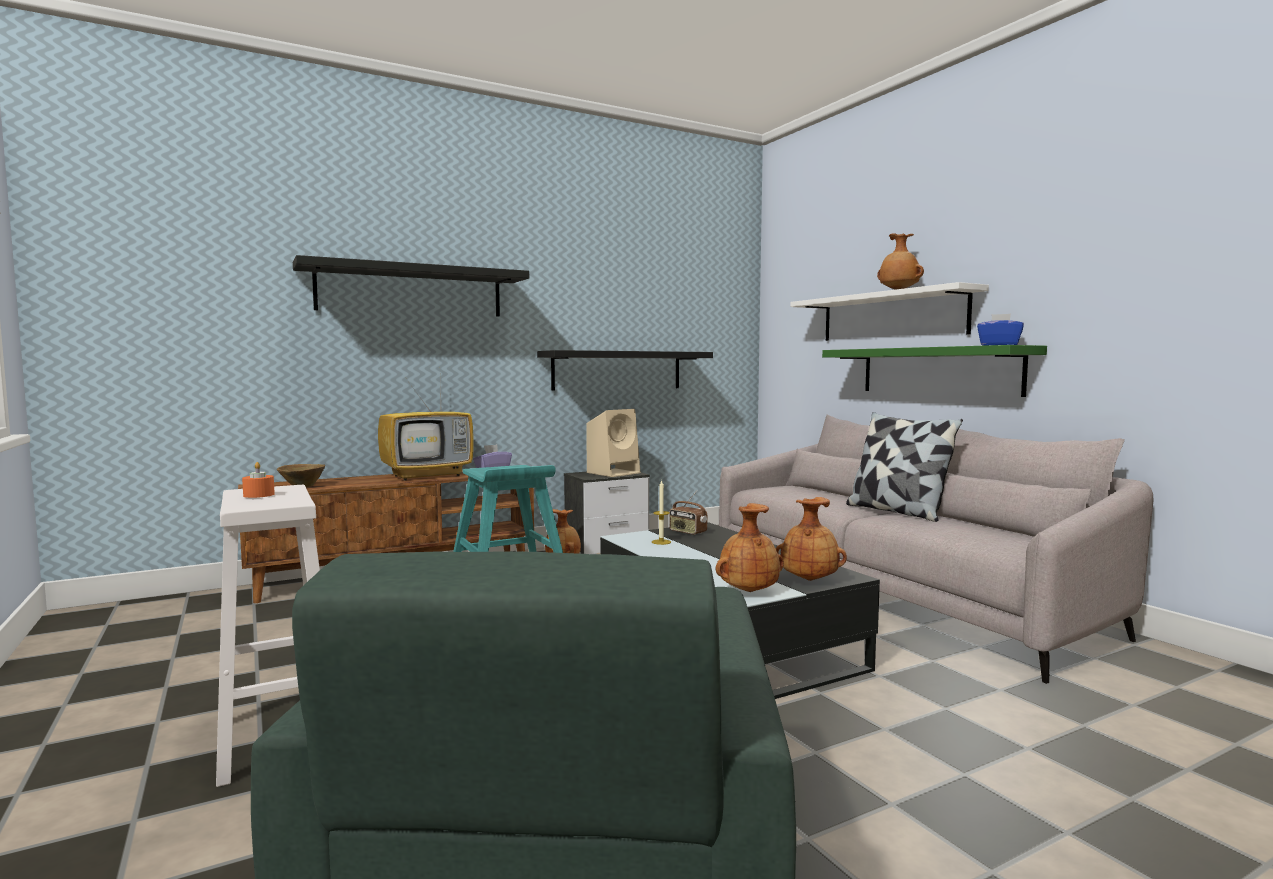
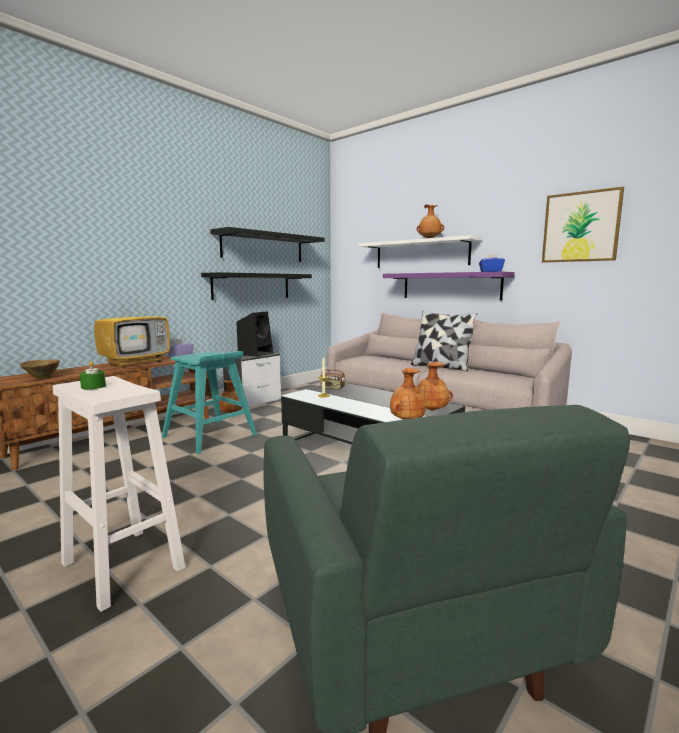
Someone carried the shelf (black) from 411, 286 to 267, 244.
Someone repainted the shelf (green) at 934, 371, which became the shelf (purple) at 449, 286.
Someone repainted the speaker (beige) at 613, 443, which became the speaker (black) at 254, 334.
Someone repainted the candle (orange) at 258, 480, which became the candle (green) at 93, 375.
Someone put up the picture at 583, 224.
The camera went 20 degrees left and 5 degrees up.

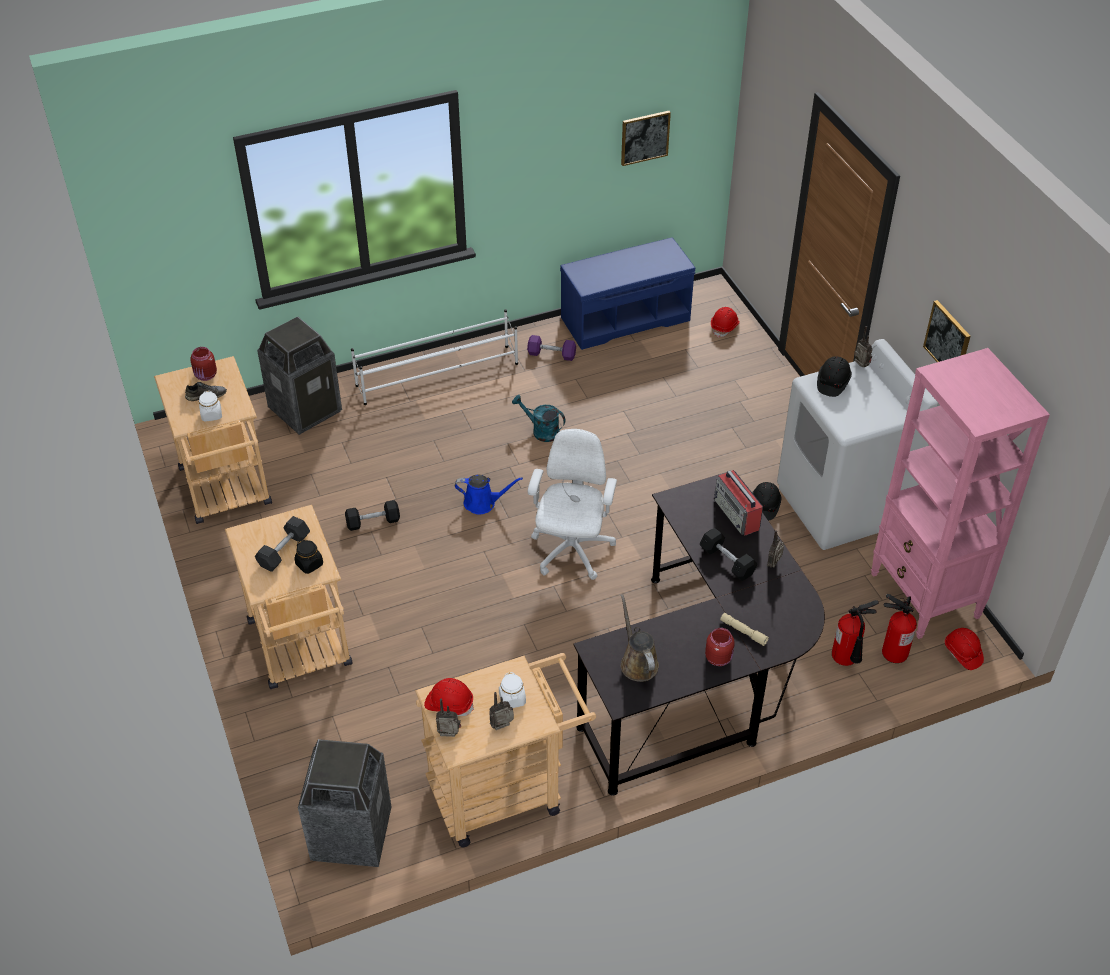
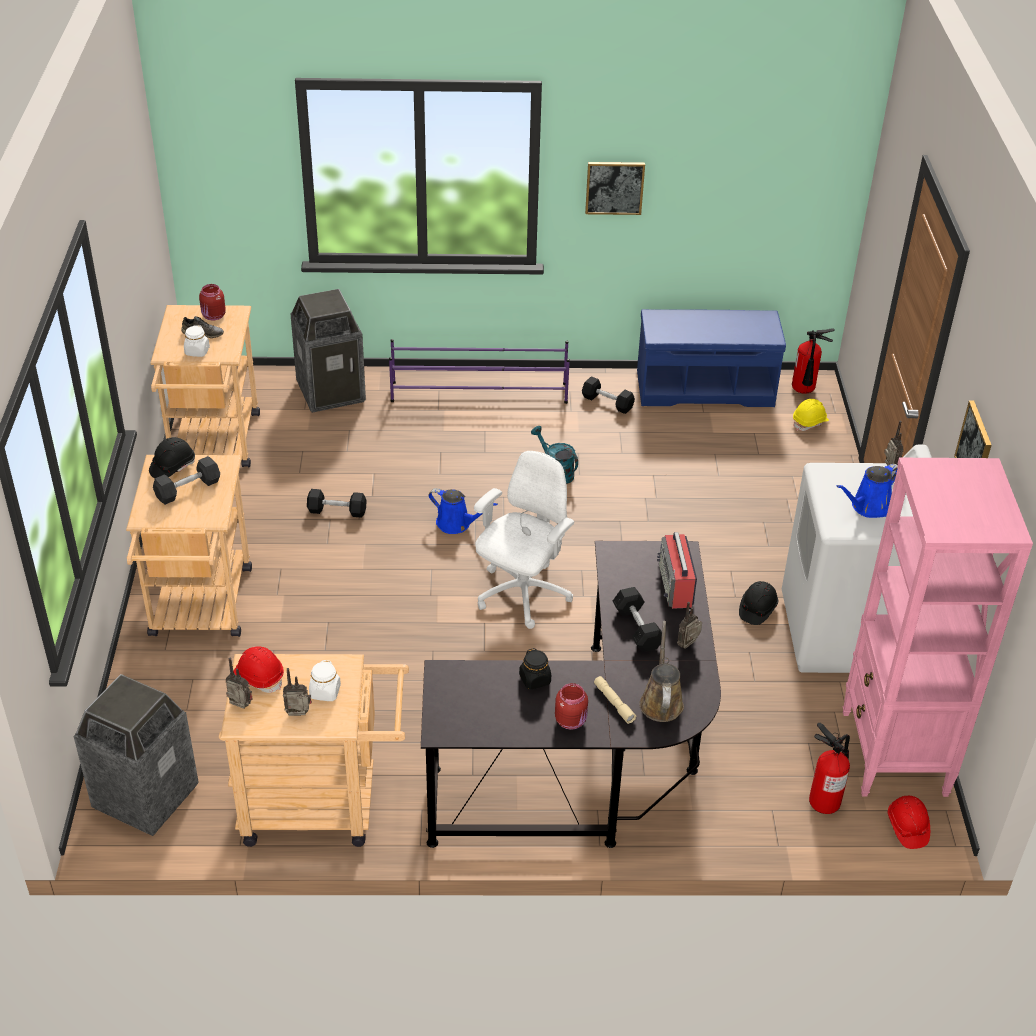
Someone carried the picture from 646, 138 to 615, 188.
Someone repainted the hard hat (red) at 725, 322, which became the hard hat (yellow) at 811, 415.
Someone repainted the shoe rack (white) at 434, 357, which became the shoe rack (purple) at 479, 371.
Someone repainted the dumbbell (purple) at 551, 348, which became the dumbbell (black) at 608, 395.
Someone carried the hard hat (black) from 834, 377 to 172, 458.
Someone carried the jar (black) from 309, 557 to 535, 668.
Someone carried the watering can (brown) from 640, 638 to 661, 671.
Someone carried the fire extinguisher from 855, 633 to 813, 361.
Someone put down the watering can (blue) at 867, 491.
The camera went 20 degrees right and 5 degrees down.

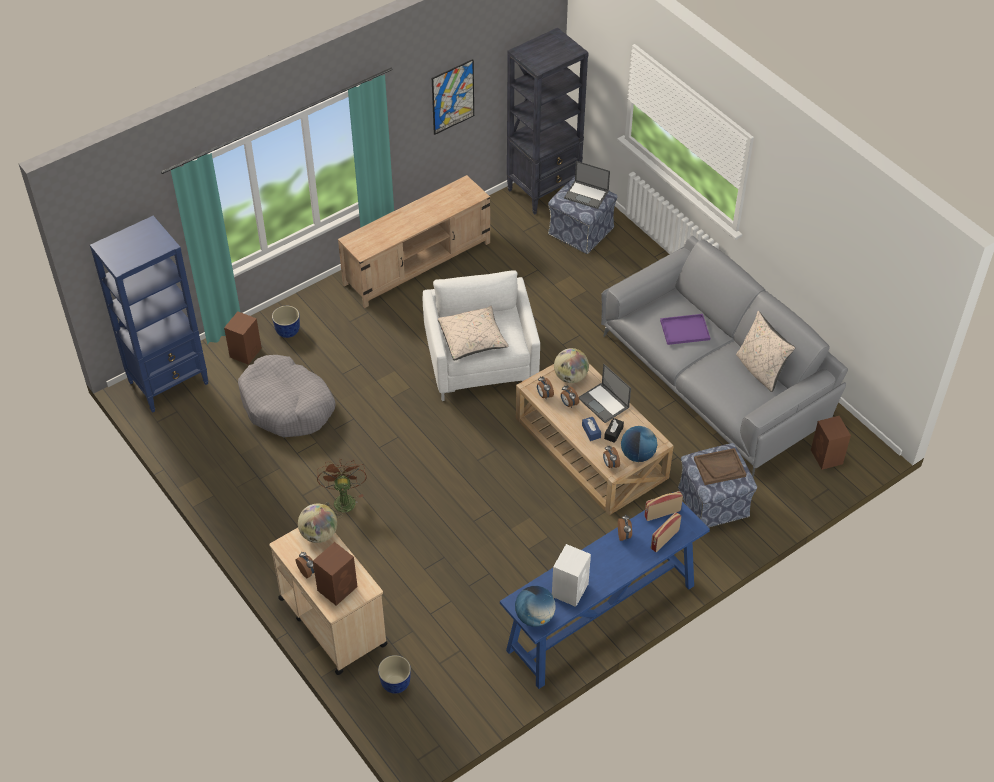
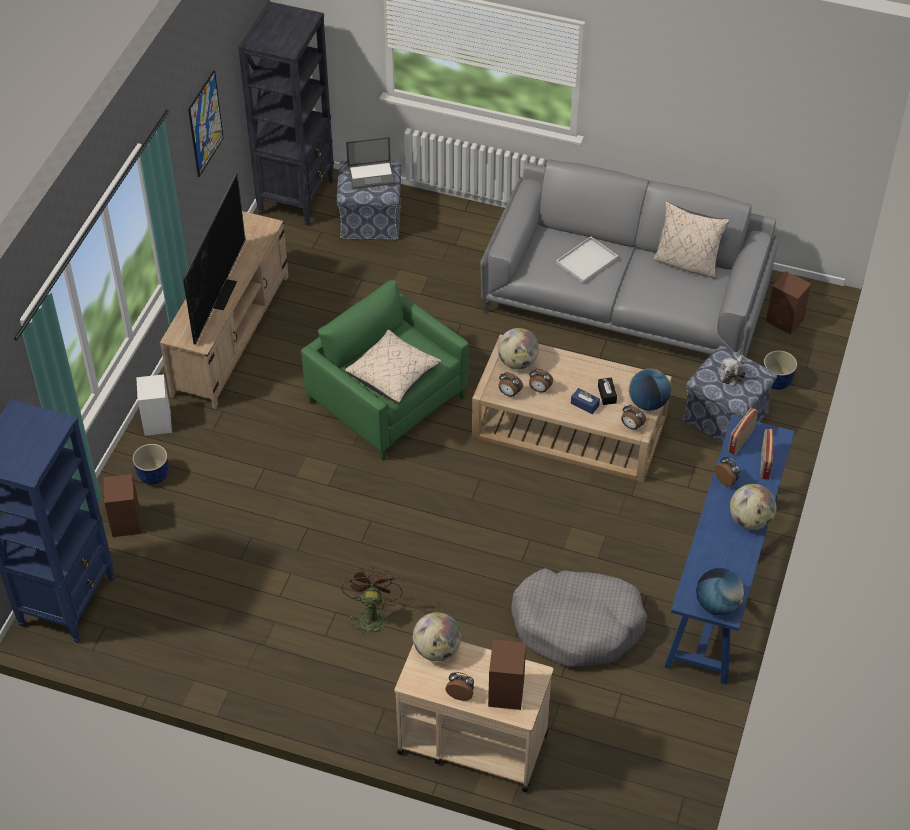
Someone repainted the armchair (white) at 481, 335, which became the armchair (green) at 384, 370.
Someone repainted the tray (purple) at 685, 329, which became the tray (white) at 587, 260.
Someone carried the dog bed (grey) from 286, 396 to 579, 617.
Someone took away the laptop at 605, 393.
Someone swapped the tray (brown) at 720, 466 for the plush toy at 732, 370.
Someone rotated the fan (brown) at 342, 488 by 45 degrees clockwise.
Someone carried the speaker (white) from 571, 575 to 154, 405.
Someone carried the planter from 394, 674 to 780, 370.
Someone put down the television at 214, 259.
Someone put down the globe at 753, 507.
The camera went 35 degrees left and 0 degrees up.

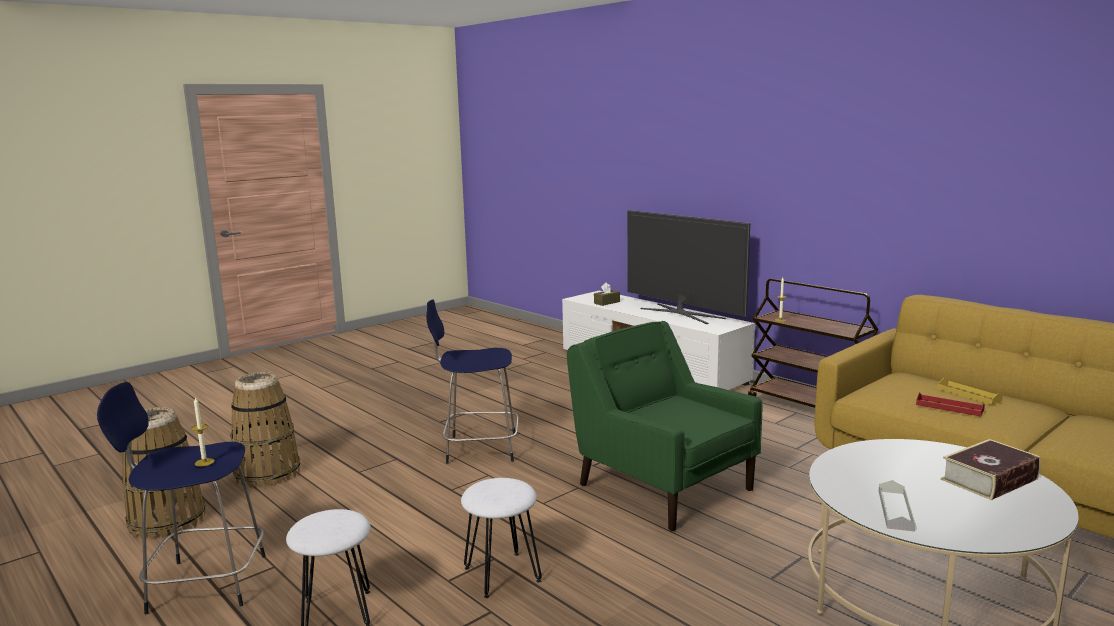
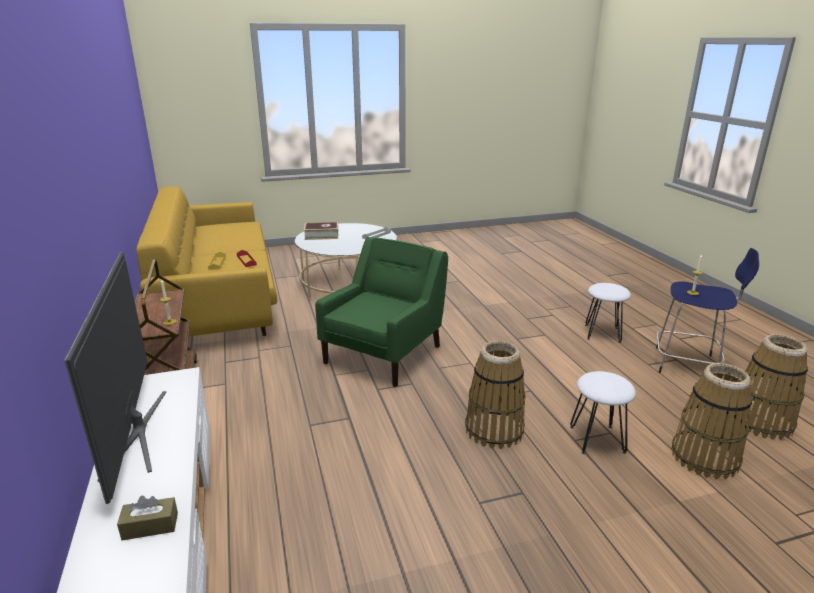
Someone swapped the stool (blue) at 472, 381 for the basket at 495, 395.
Someone rotated the armchair (green) at 664, 426 by 135 degrees counterclockwise.
Someone carried the stool (white) from 501, 538 to 603, 412.
The camera went 155 degrees left and 10 degrees up.

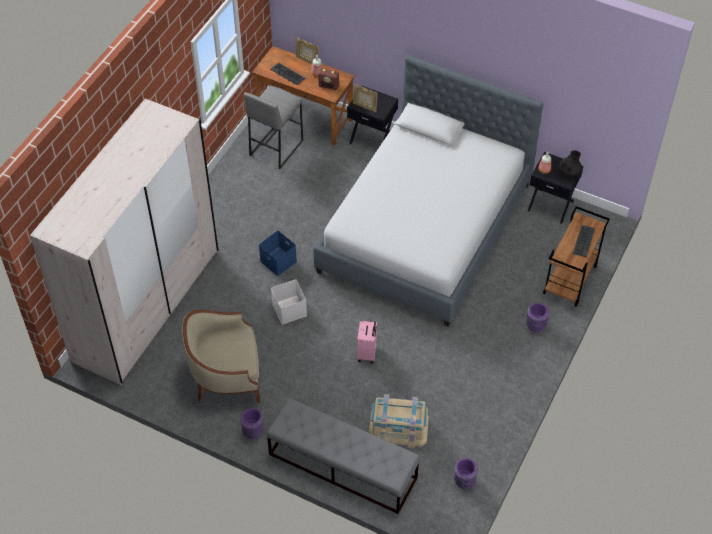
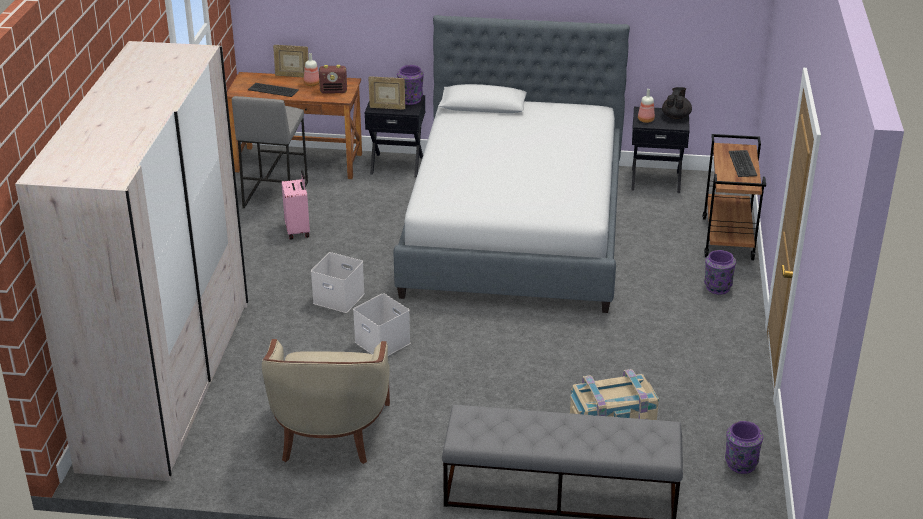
Someone repainted the storage box (blue) at 278, 253, which became the storage box (white) at 338, 282.
Someone rotated the armchair (beige) at 221, 356 by 60 degrees counterclockwise.
Someone carried the suitcase (pink) from 367, 342 to 296, 205.
Someone carried the vase (purple) from 251, 423 to 410, 85.
The camera went 20 degrees left and 20 degrees down.

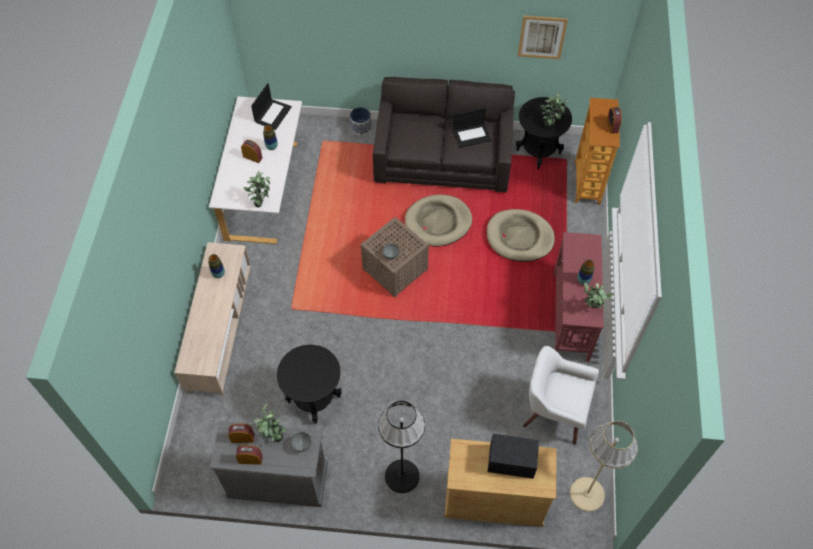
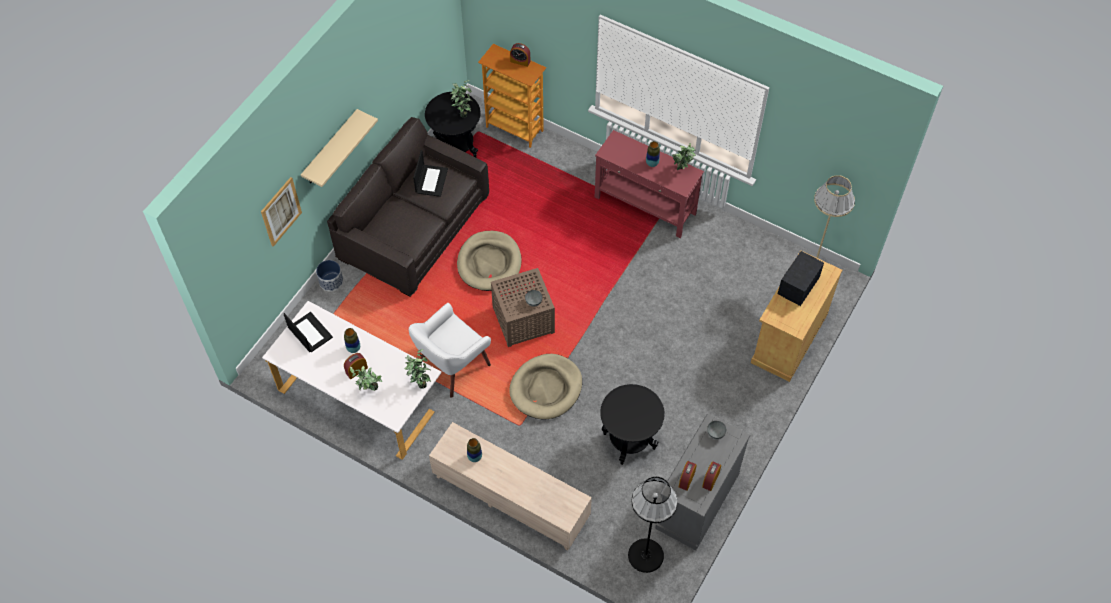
Someone carried the picture from 543, 37 to 281, 212.
Someone carried the dog bed (beige) from 521, 235 to 545, 386.
Someone carried the armchair (white) from 561, 395 to 450, 350.
Someone carried the floor lamp (black) from 401, 447 to 653, 525.
Someone carried the potted plant from 270, 422 to 366, 378.
Someone put up the shelf (beige) at 339, 148.
The camera went 65 degrees left and 0 degrees up.

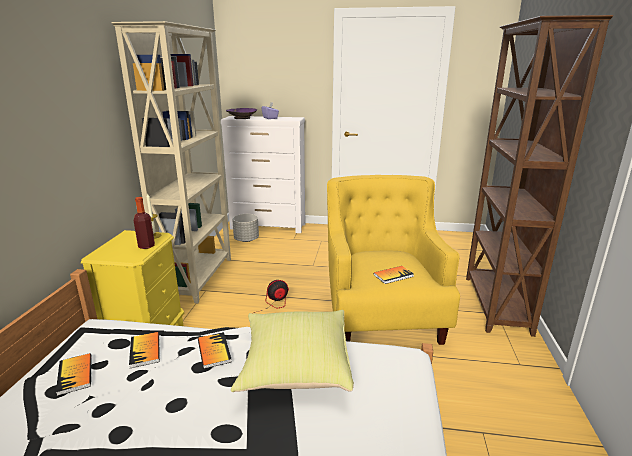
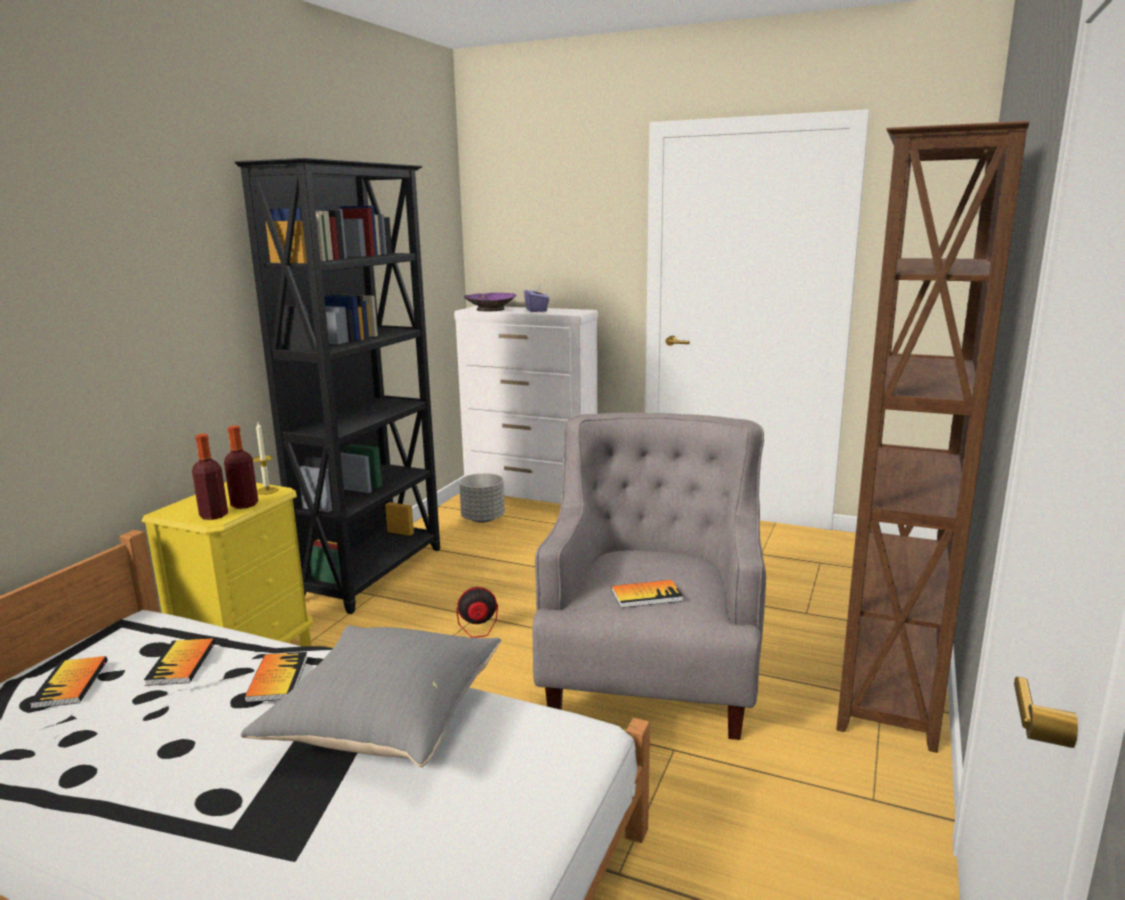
Someone repainted the bookcase (beige) at 171, 162, which became the bookcase (black) at 337, 386.
Someone repainted the armchair (yellow) at 393, 260, which became the armchair (grey) at 649, 576.
Someone repainted the pillow (yellow) at 292, 351, which became the pillow (grey) at 371, 696.
Someone put down the bottle at 210, 477.
The camera went 15 degrees right and 5 degrees down.

